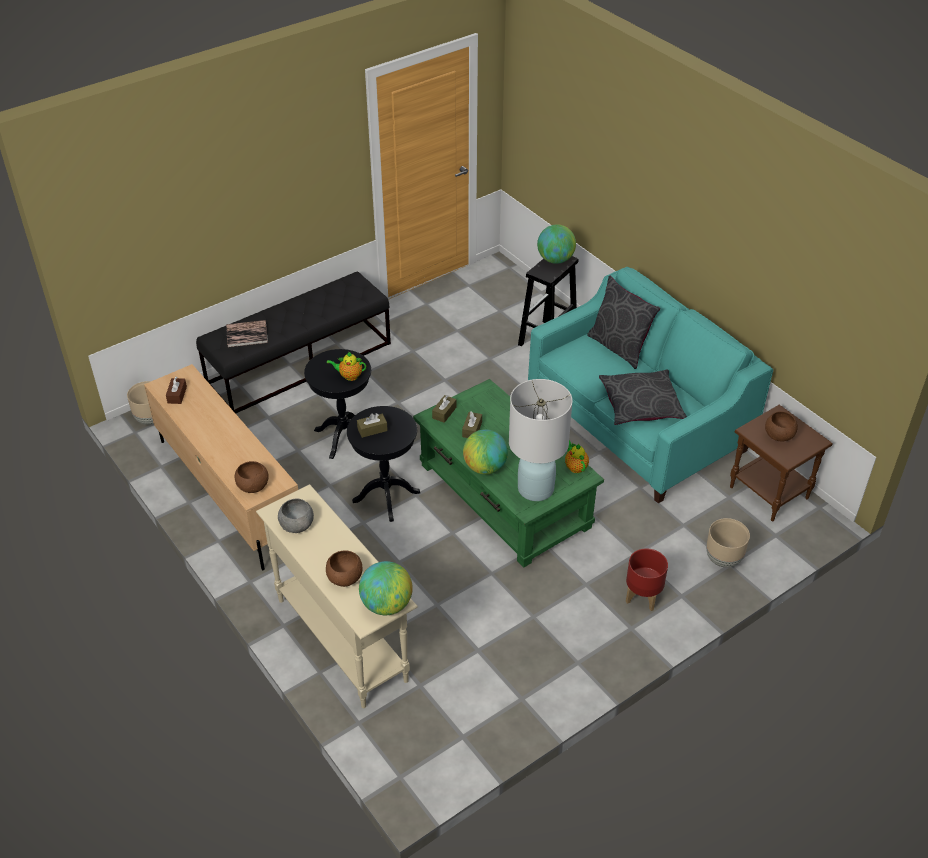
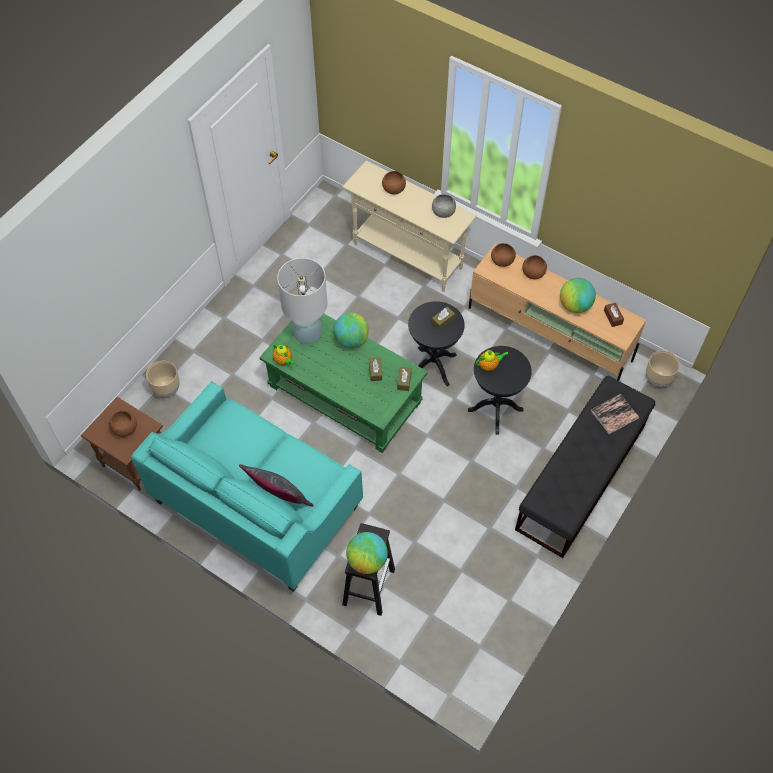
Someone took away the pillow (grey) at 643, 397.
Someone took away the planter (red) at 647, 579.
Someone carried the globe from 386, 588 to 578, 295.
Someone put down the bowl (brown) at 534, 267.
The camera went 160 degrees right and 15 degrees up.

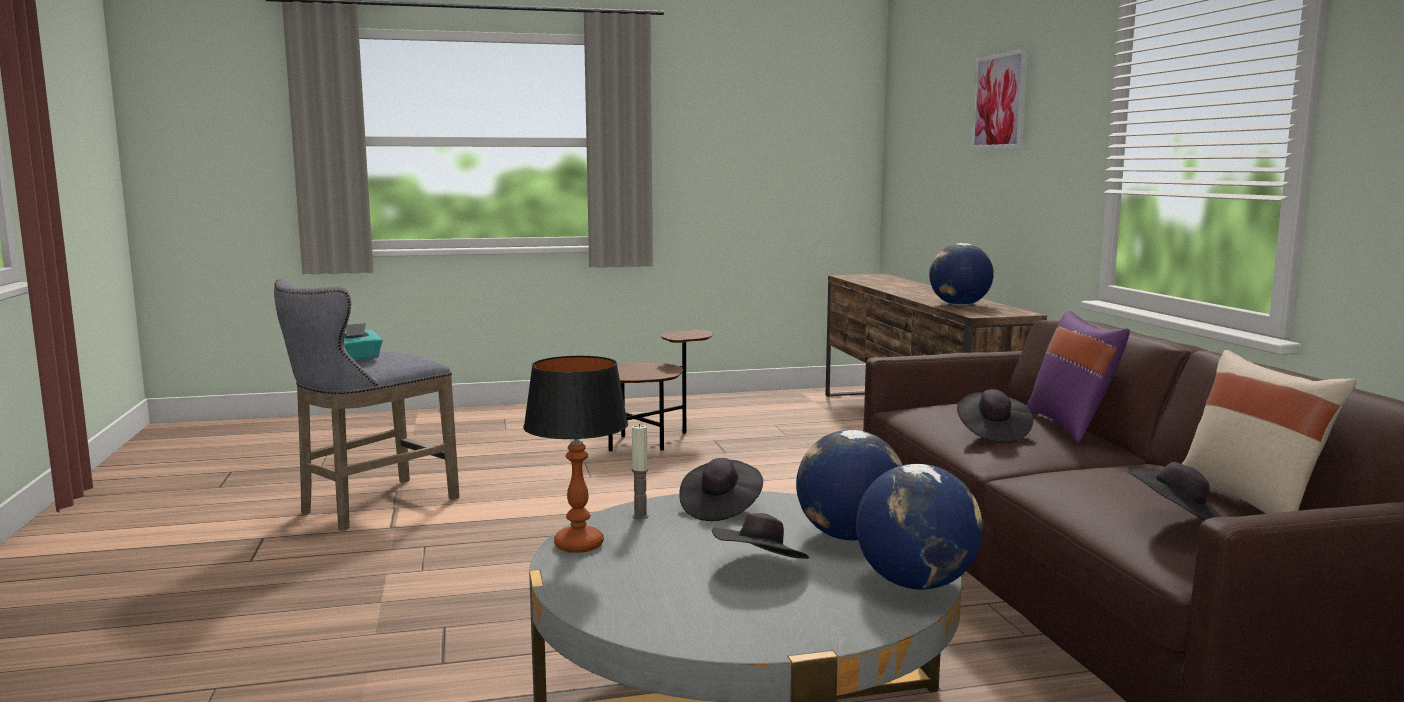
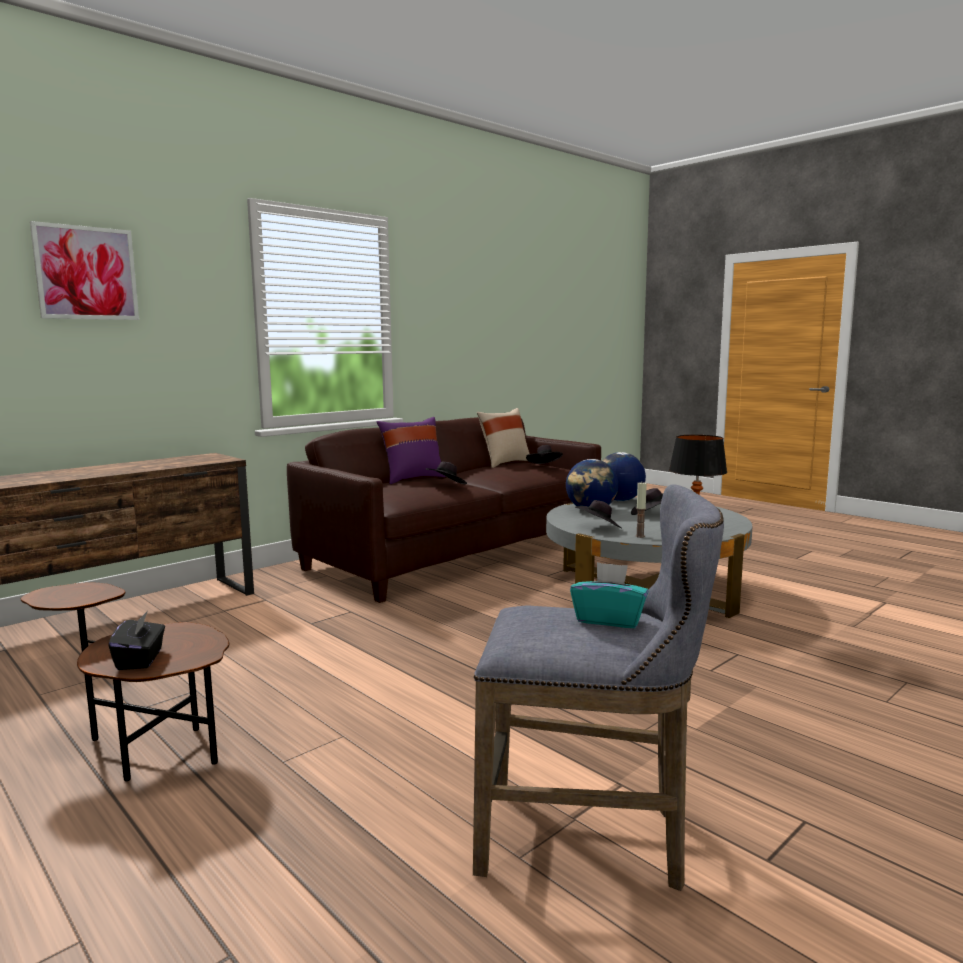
Someone took away the globe at 961, 274.
Someone put down the tissue box (black) at 136, 640.
The camera went 120 degrees left and 0 degrees up.

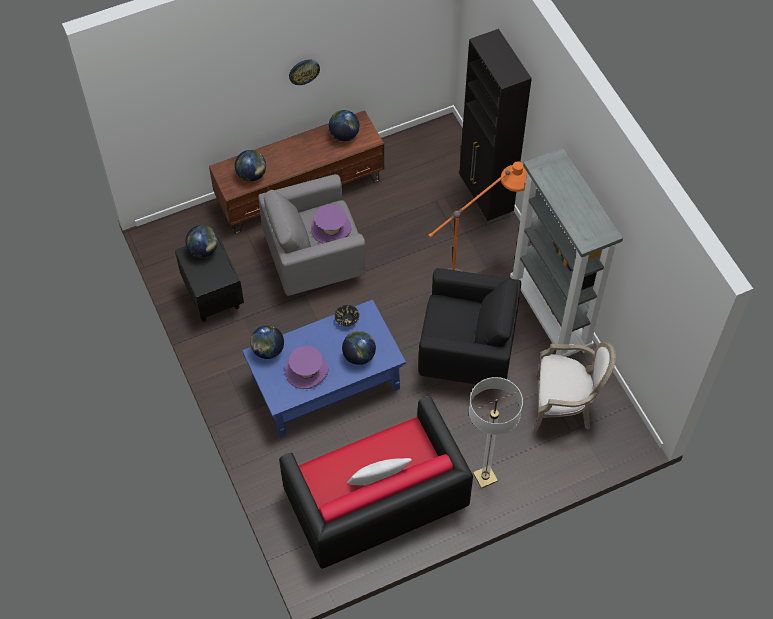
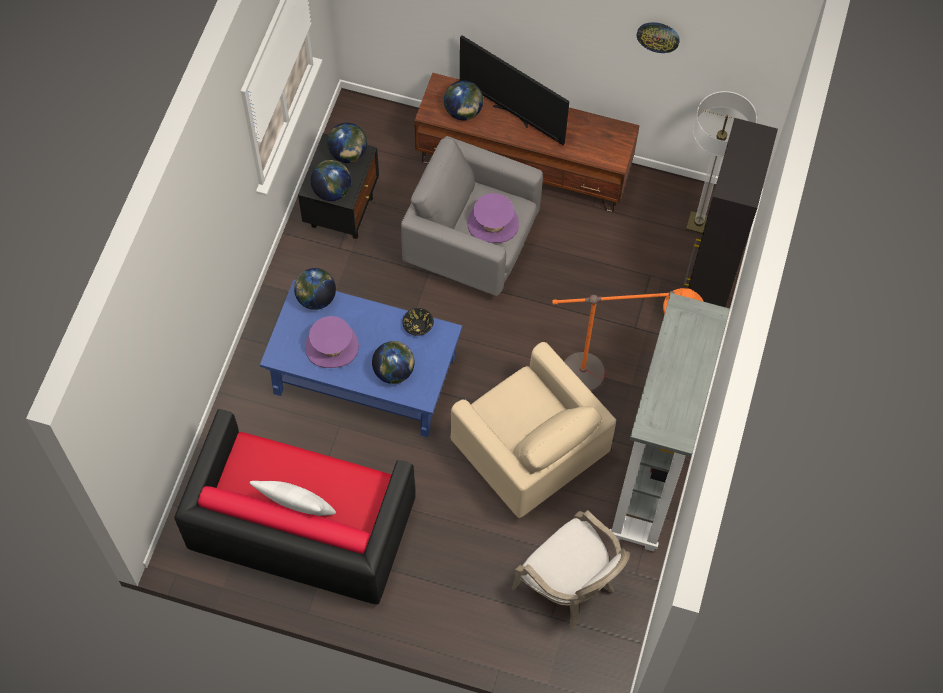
Someone carried the wall clock from 304, 72 to 658, 37.
Someone carried the globe from 344, 125 to 331, 180.
Someone repainted the armchair (black) at 470, 326, which became the armchair (beige) at 533, 430.
Someone carried the floor lamp from 496, 432 to 721, 162.
Someone put down the television at 515, 90.
The camera went 40 degrees right and 5 degrees up.

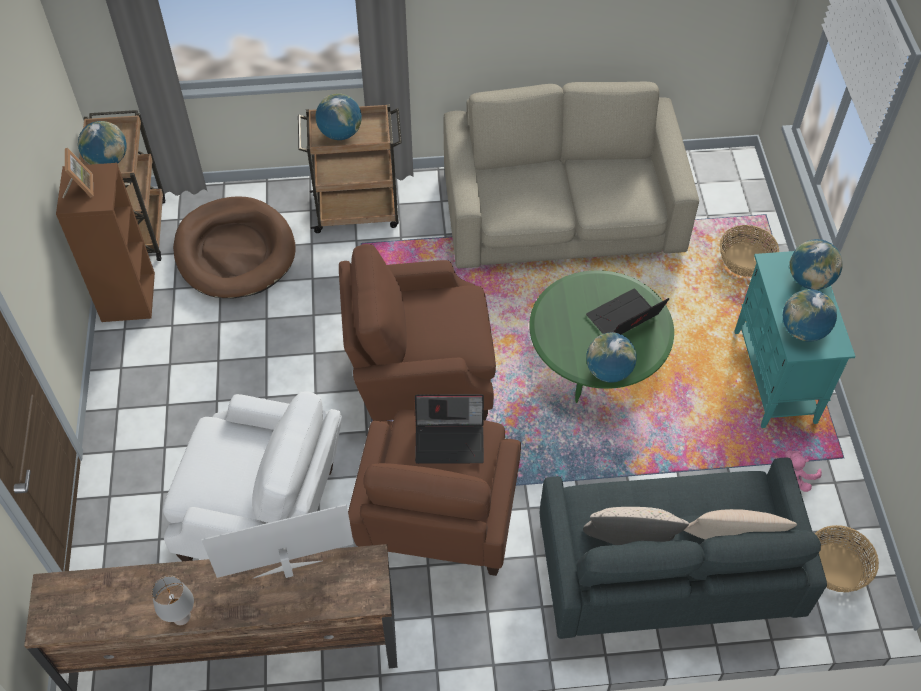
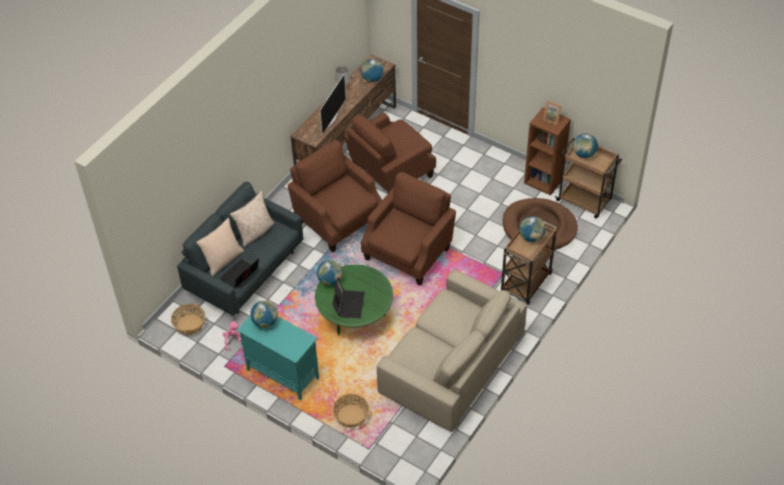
Someone carried the globe from 816, 264 to 372, 70.
Someone repainted the armchair (white) at 252, 476, which became the armchair (brown) at 390, 153.
Someone carried the laptop from 449, 429 to 239, 273.
The camera went 130 degrees right and 5 degrees down.

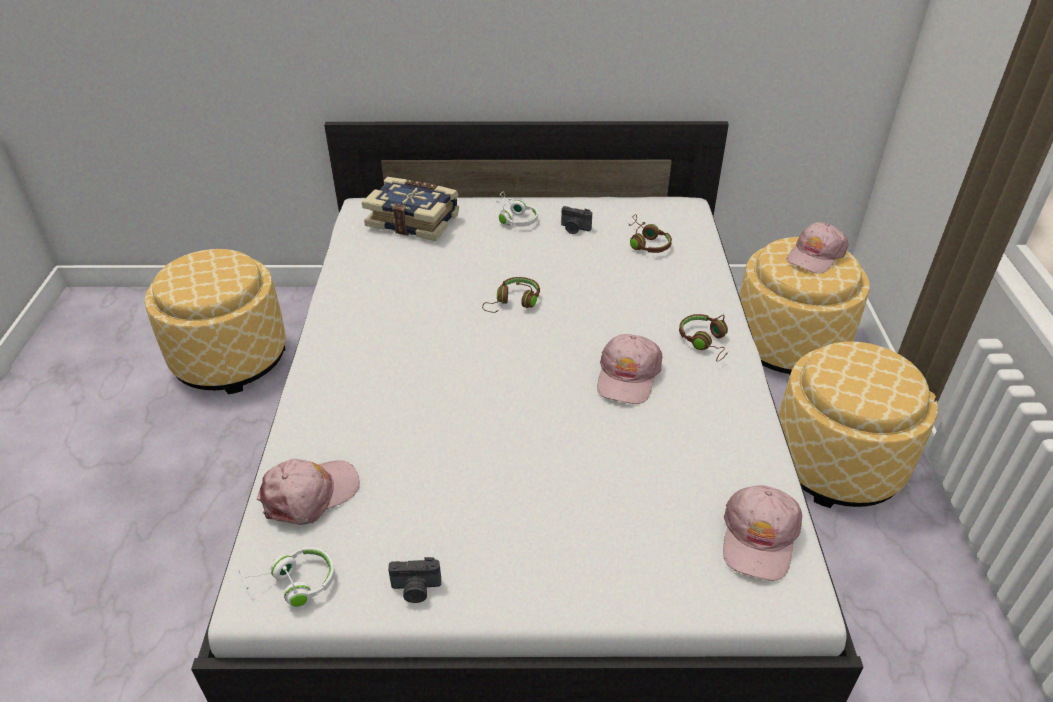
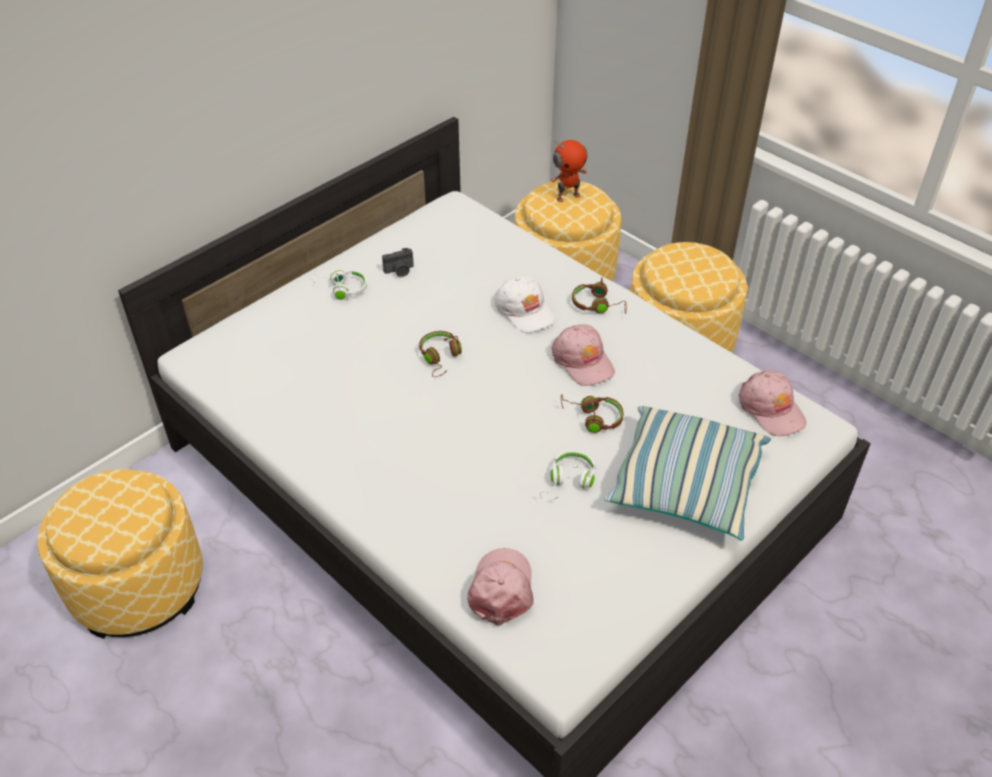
Someone took away the book at 410, 209.
Someone carried the headphones (brown) from 650, 233 to 592, 413.
Someone swapped the cap (pink) at 818, 248 for the toy robot at 569, 171.
Someone carried the headphones (white) from 287, 577 to 567, 475.
Someone took away the photo camera at 414, 580.
Someone put down the cap (white) at 525, 304.
Someone put down the pillow at 687, 473.
The camera went 45 degrees left and 5 degrees up.

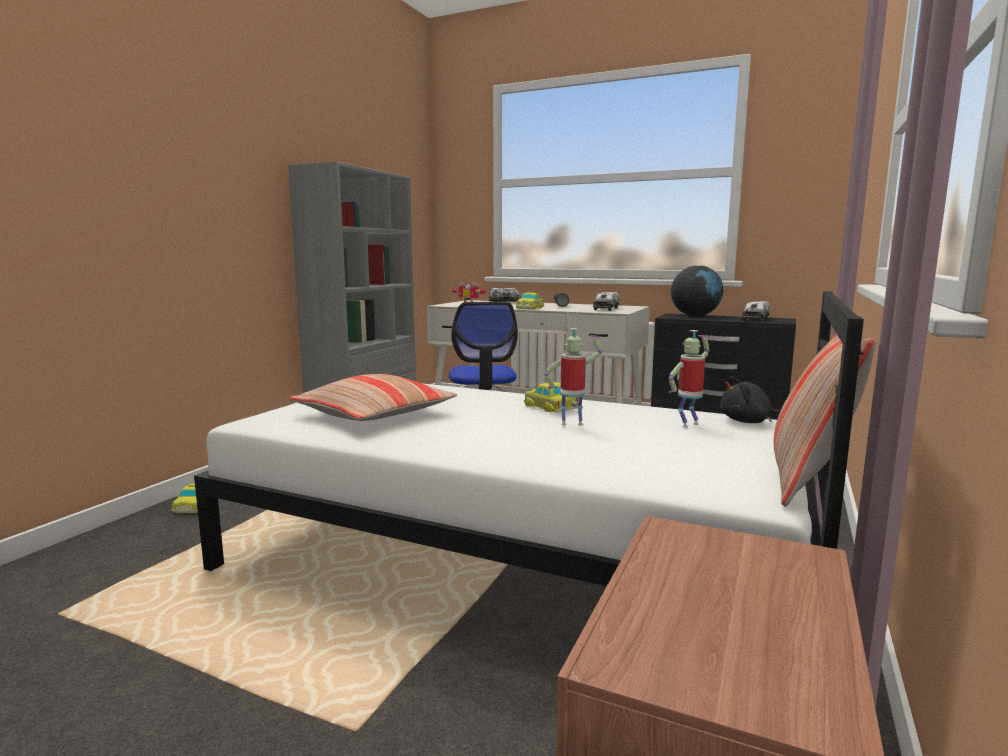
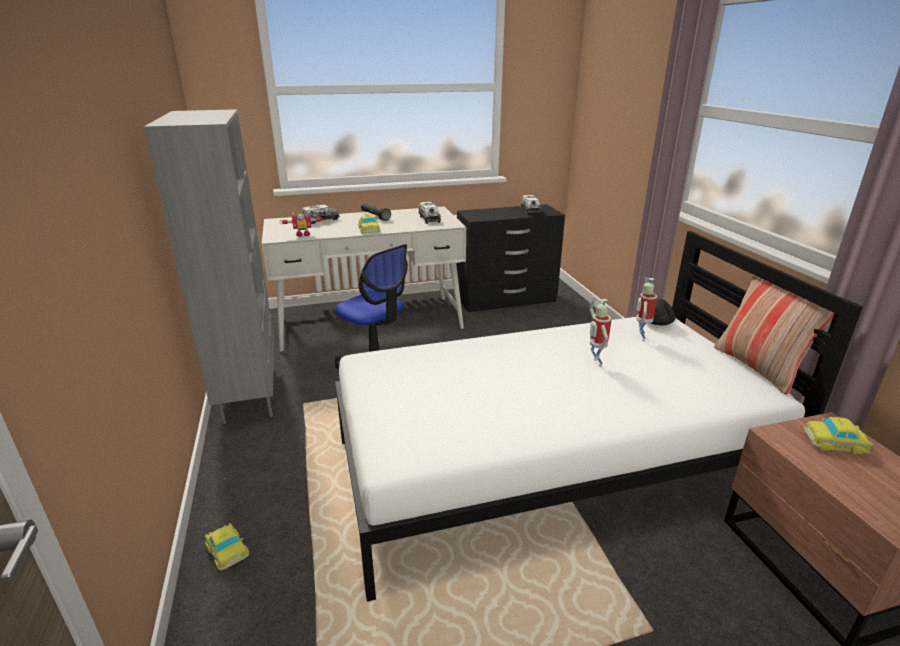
Someone took away the globe at 697, 291.
Someone rotated the toy robot at 573, 376 by 60 degrees counterclockwise.
Someone took away the pillow at 373, 397.
Someone carried the toy car from 551, 397 to 839, 435.
The camera went 40 degrees left and 15 degrees up.

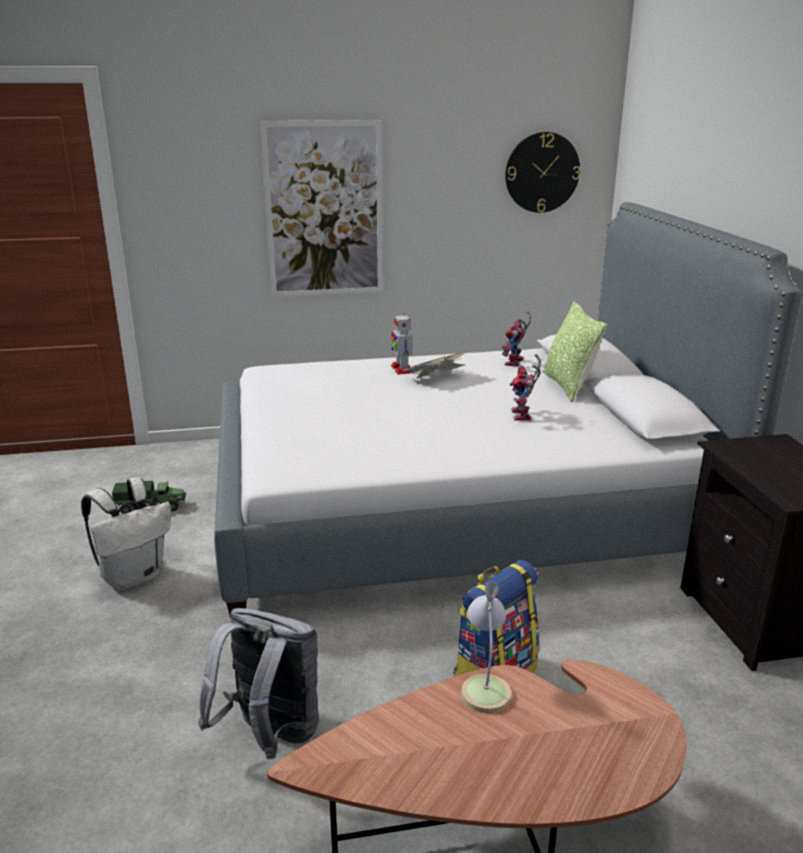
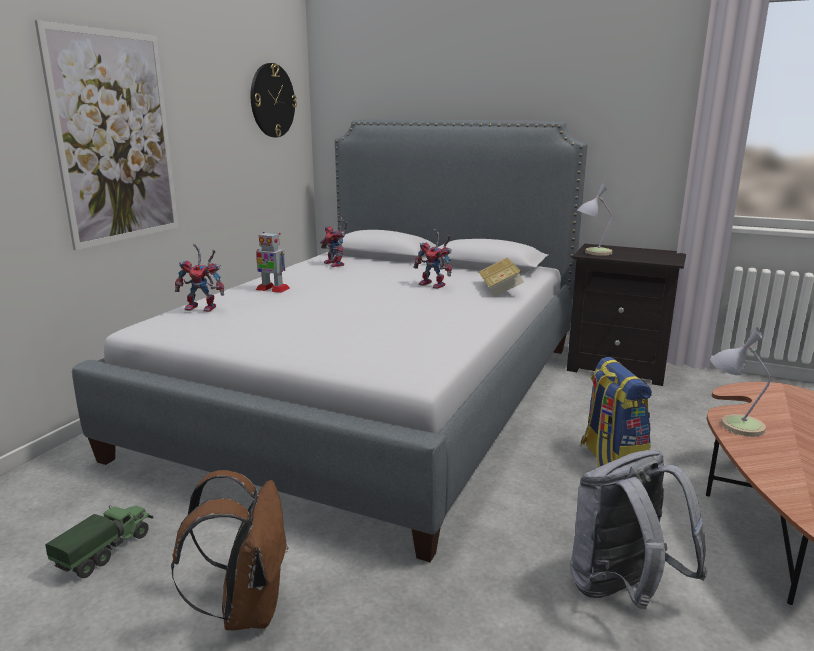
Someone took away the pillow at 575, 352.
Someone carried the book from 435, 366 to 501, 277.
Someone repainted the backpack (white) at 126, 533, which became the backpack (brown) at 230, 550.
Someone put down the table lamp at 594, 219.
Someone put down the toy robot at 199, 278.
The camera went 55 degrees left and 5 degrees down.

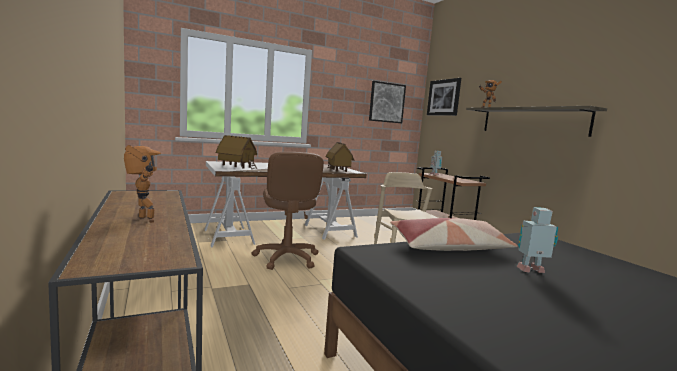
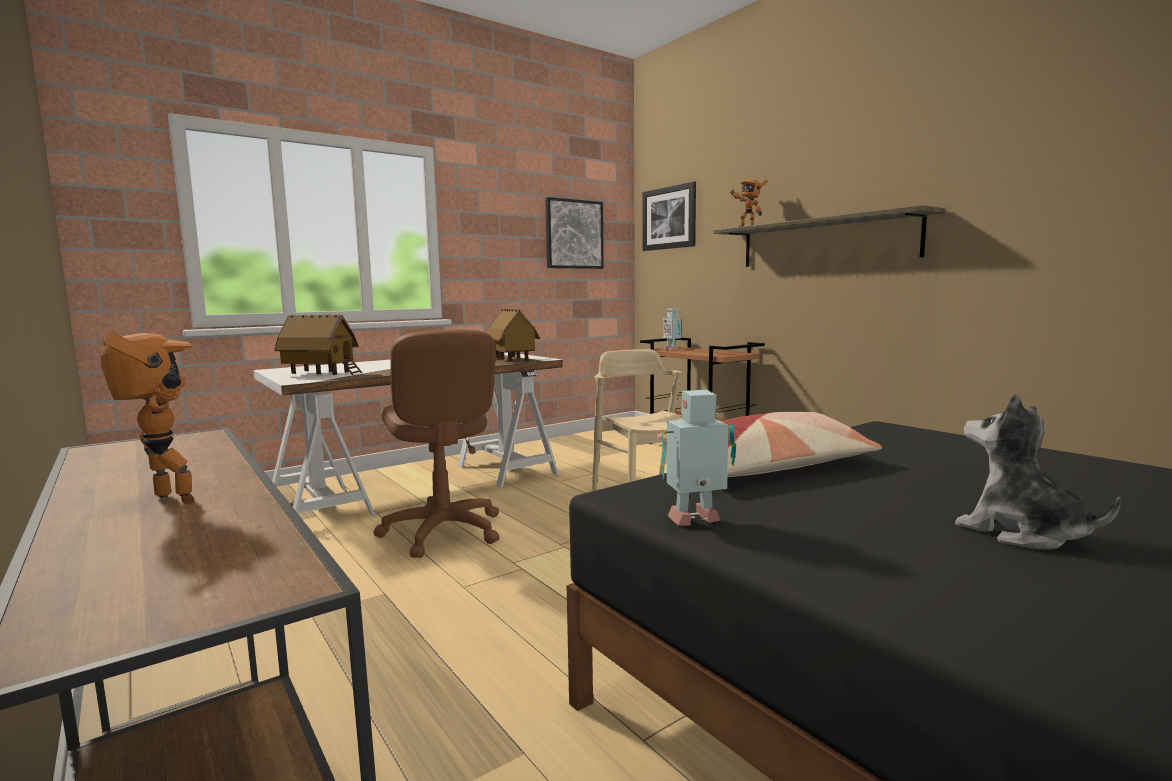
Someone carried the toy robot from 537, 240 to 698, 457.
Someone put down the plush toy at 1038, 471.
The camera went 10 degrees left and 0 degrees up.

